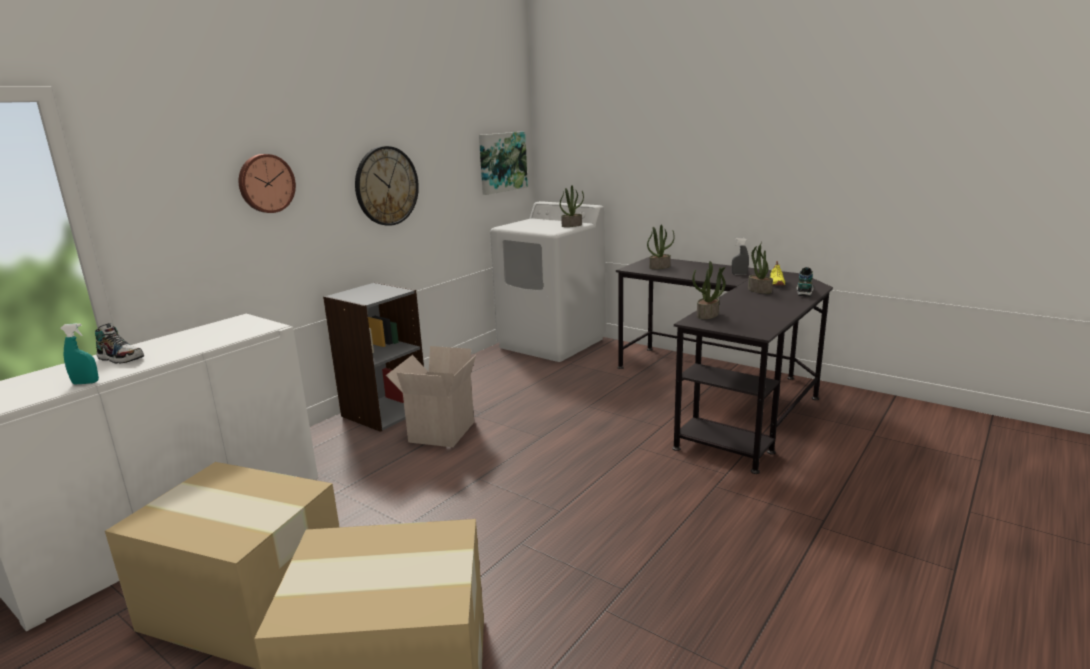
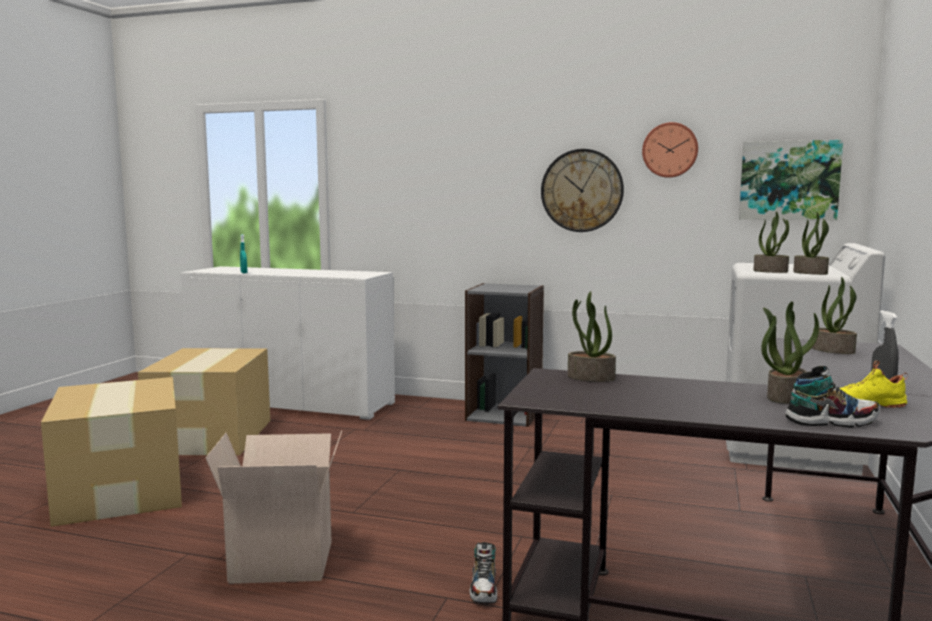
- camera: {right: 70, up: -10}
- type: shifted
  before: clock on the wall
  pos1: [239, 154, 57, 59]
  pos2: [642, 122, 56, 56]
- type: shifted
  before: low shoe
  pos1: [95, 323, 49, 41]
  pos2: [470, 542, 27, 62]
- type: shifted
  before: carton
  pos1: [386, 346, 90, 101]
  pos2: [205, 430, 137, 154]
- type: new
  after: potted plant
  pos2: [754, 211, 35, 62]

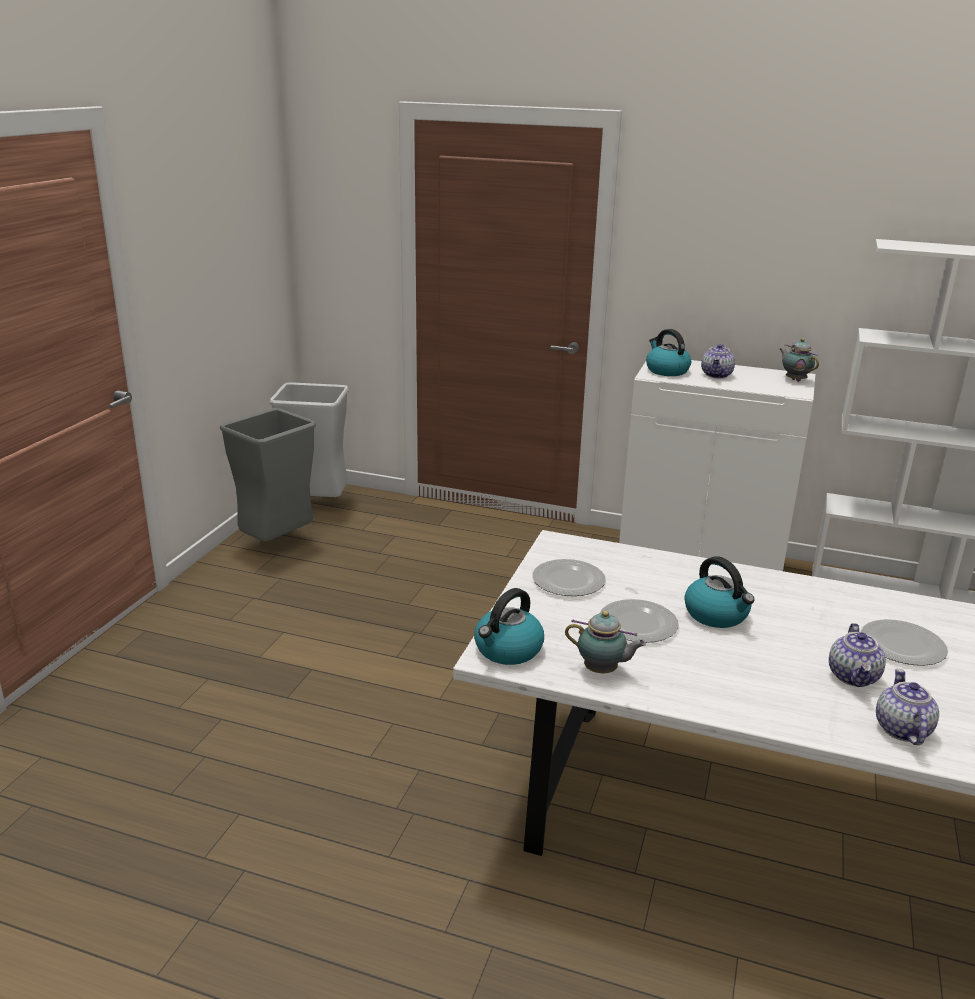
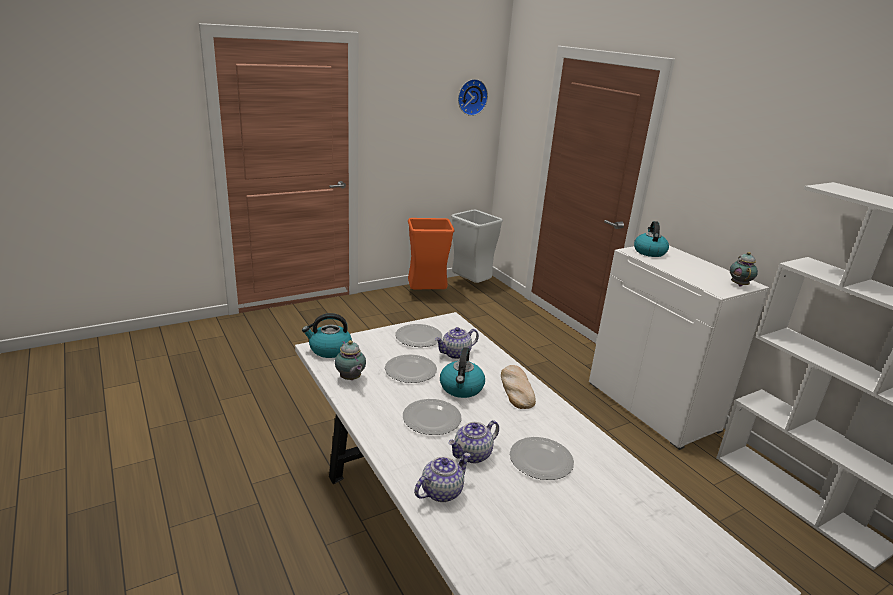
- camera: {right: 40, up: 0}
- type: shifted
  before: pot for tea
  pos1: [701, 344, 34, 35]
  pos2: [435, 327, 44, 32]
- type: repainted
  before: gray rubbish bin
  after: orange-coloured rubbish bin
  pos1: [220, 408, 96, 133]
  pos2: [408, 218, 47, 71]
- type: new
  after: clock on the wall
  pos2: [458, 79, 30, 37]
- type: new
  after: bakery bread
  pos2: [501, 365, 35, 44]
- type: new
  after: plate
  pos2: [403, 399, 59, 36]

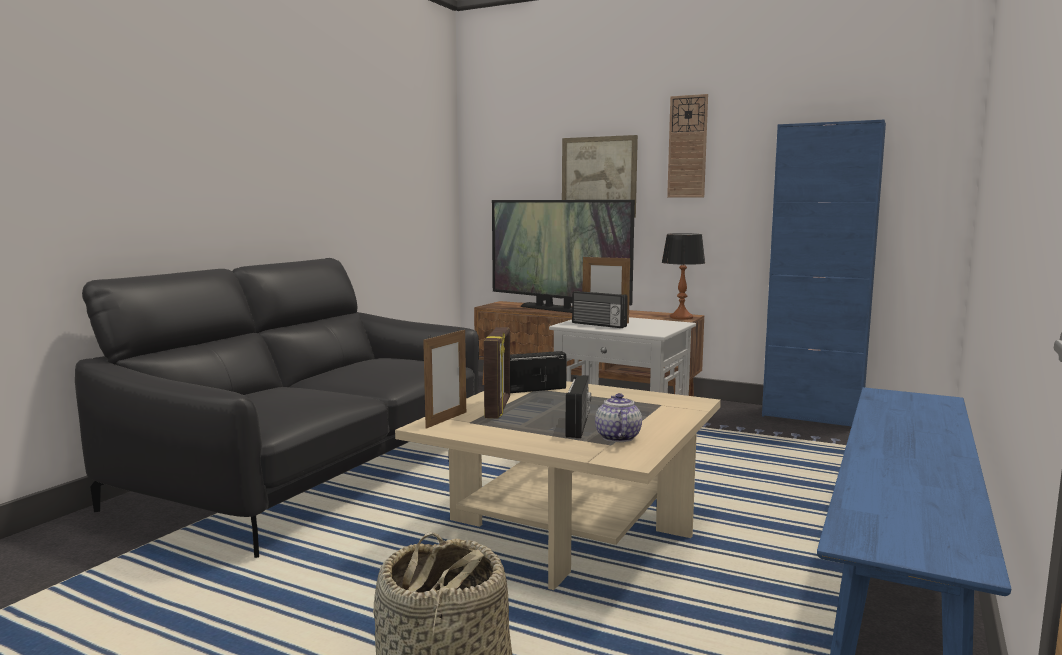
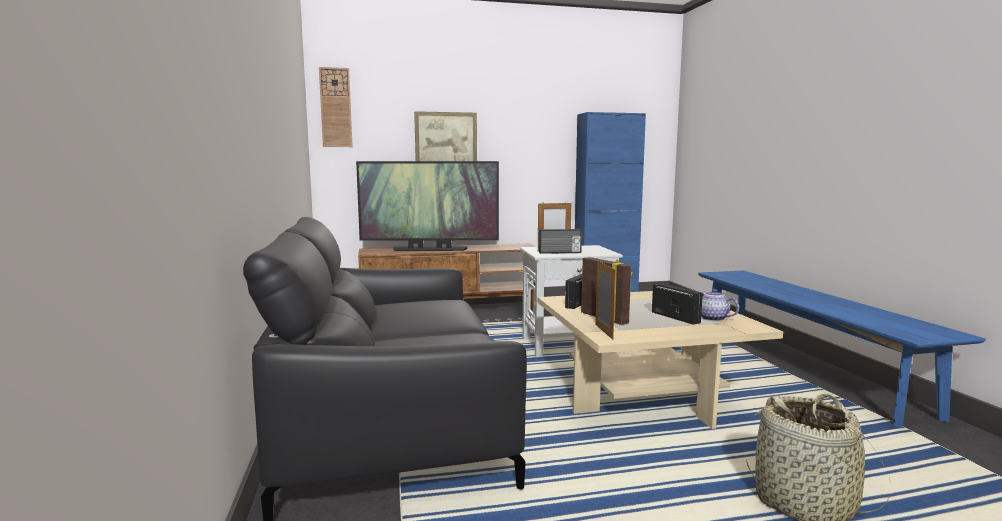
- camera: {right: -40, up: 0}
- type: shifted
  before: clock on the wall
  pos1: [667, 94, 41, 104]
  pos2: [319, 67, 34, 80]
- type: gone
  before: tabletop lamp
  pos1: [662, 233, 43, 87]

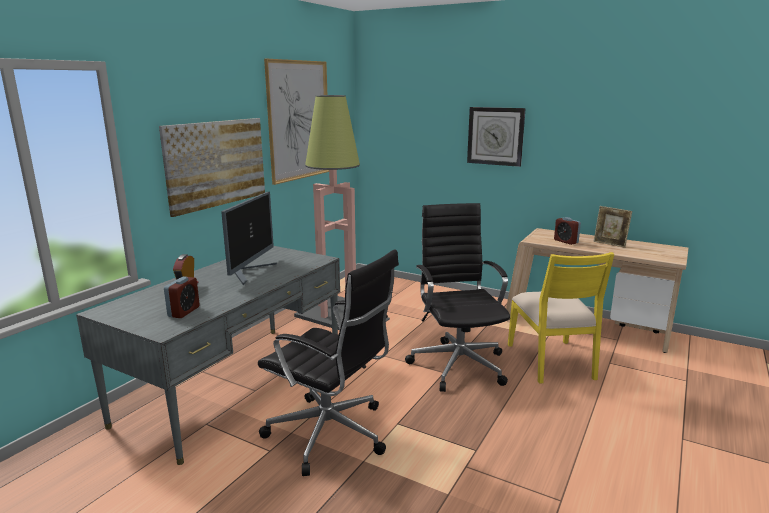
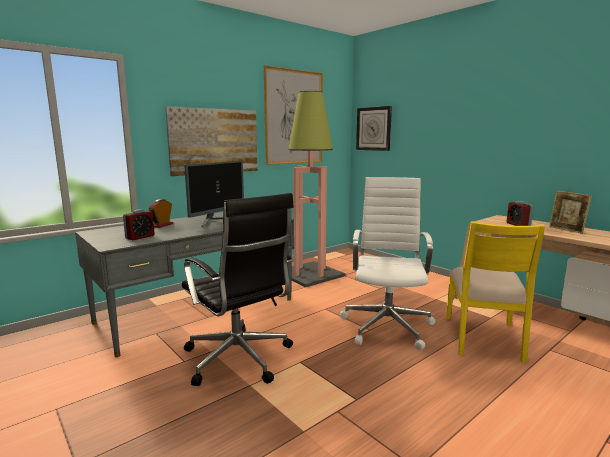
- camera: {right: 20, up: -5}
- type: shifted
  before: clock on the wall
  pos1: [467, 107, 59, 60]
  pos2: [356, 106, 36, 45]
- type: repainted
  before: black computer chair
  after: whitish computer chair
  pos1: [405, 203, 105, 189]
  pos2: [340, 177, 96, 173]

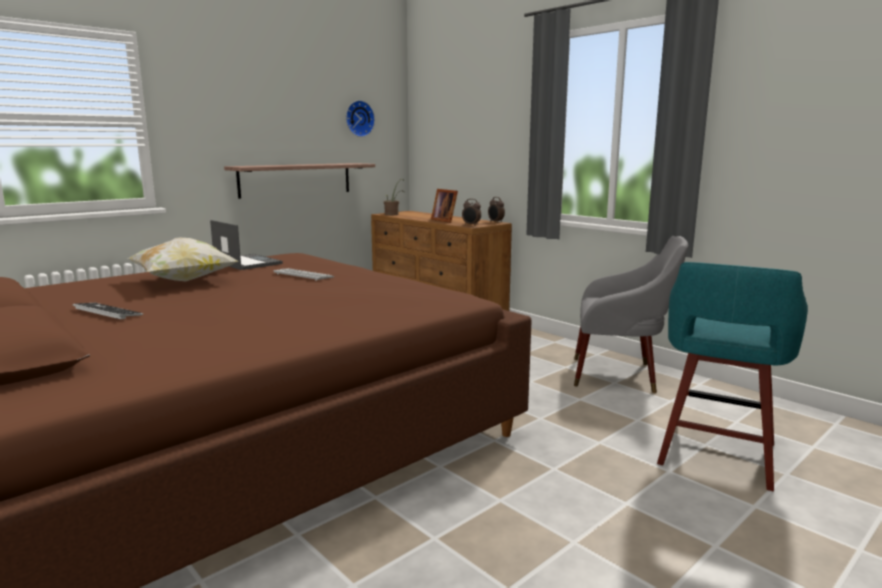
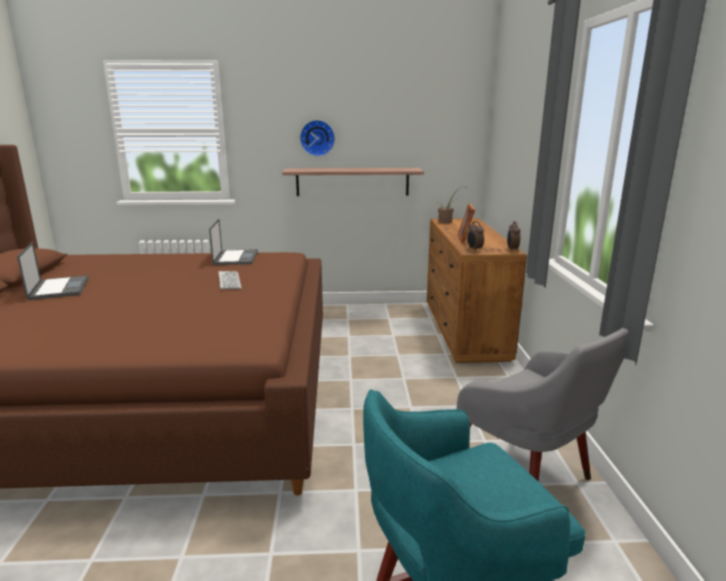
- camera: {right: 40, up: 5}
- type: shifted
  before: clock on the wall
  pos1: [346, 100, 29, 37]
  pos2: [300, 120, 35, 36]
- type: gone
  before: pillow
  pos1: [128, 238, 110, 43]
- type: swapped
  before: keyboard
  after: portable computer
  pos1: [73, 303, 70, 16]
  pos2: [17, 242, 72, 58]

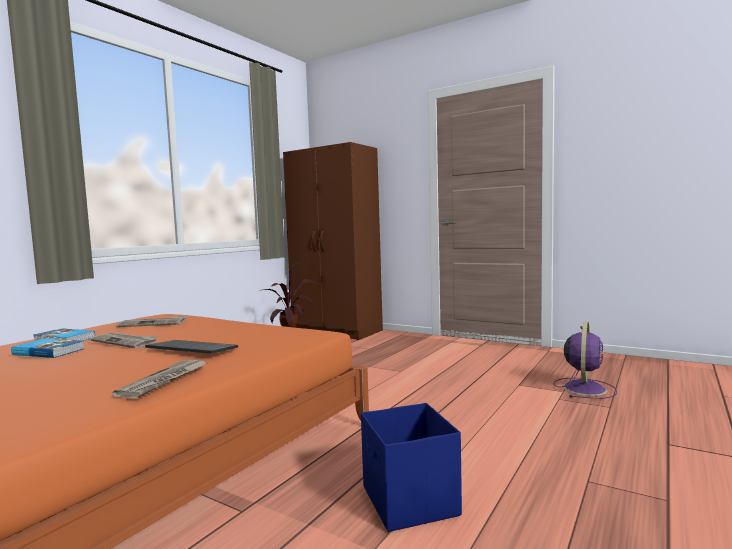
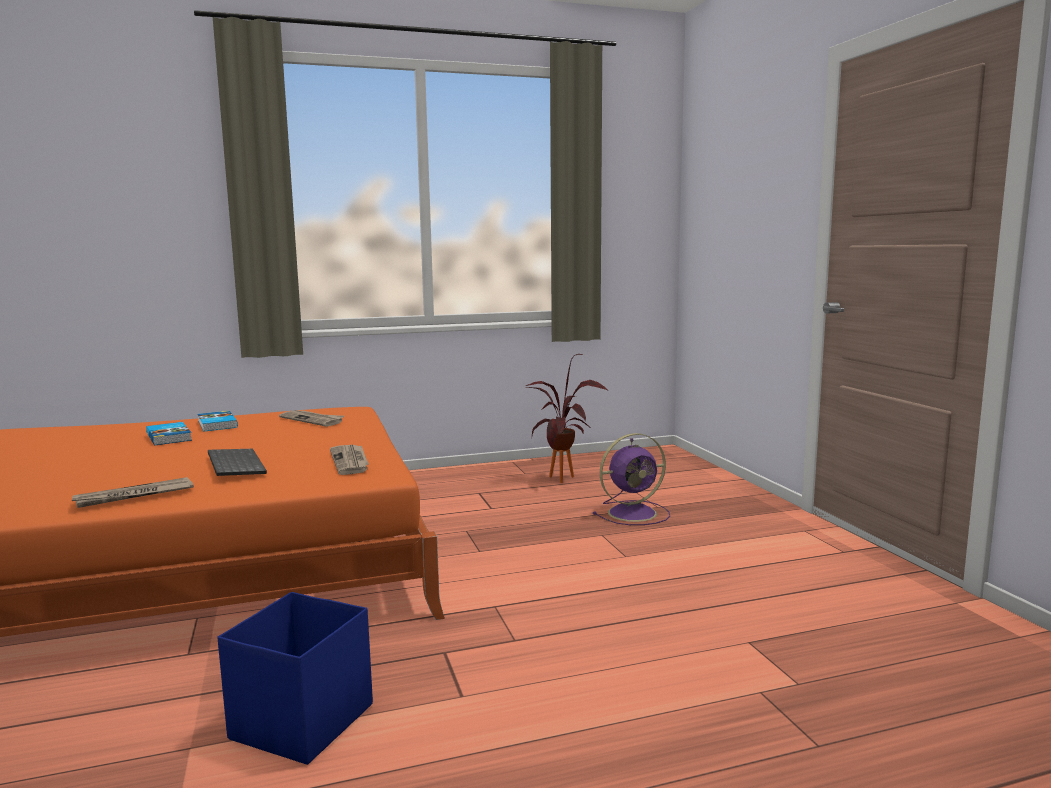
- camera: {right: 40, up: 5}
- type: gone
  before: brownish armoire
  pos1: [283, 142, 100, 198]
- type: shifted
  before: purplish fan
  pos1: [553, 321, 64, 78]
  pos2: [592, 433, 78, 92]
- type: shifted
  before: newspaper
  pos1: [91, 333, 67, 16]
  pos2: [330, 445, 39, 30]

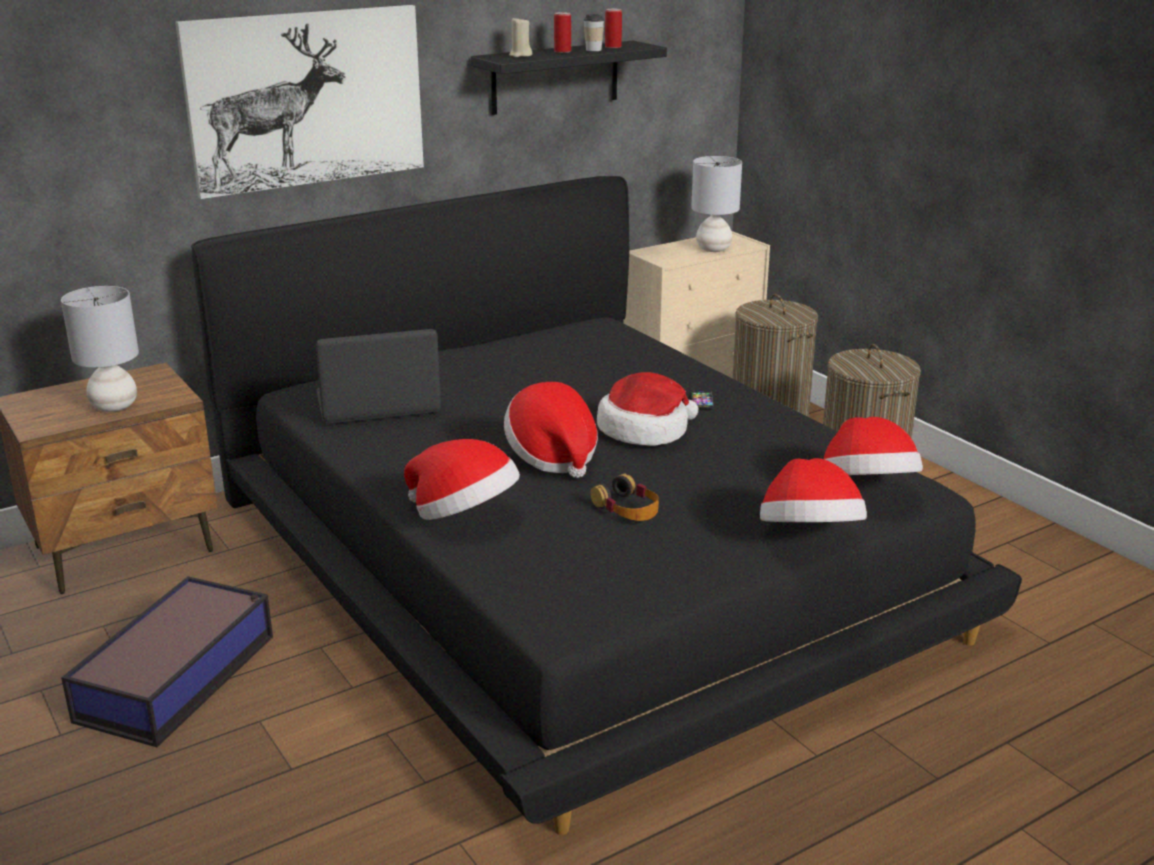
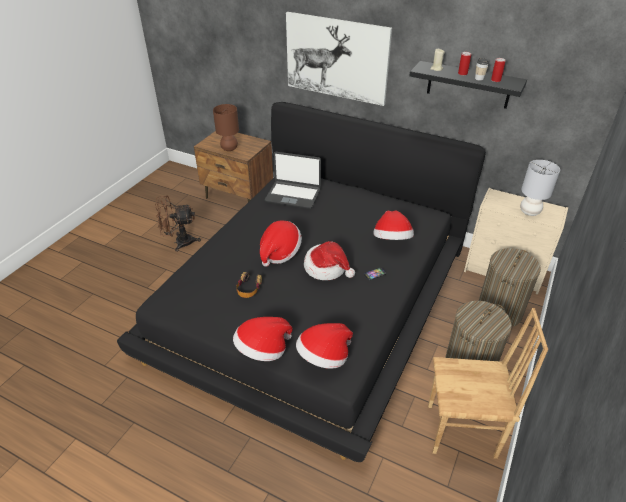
- camera: {right: 60, up: 15}
- type: repainted
  before: gray tabletop lamp
  after: brownish tabletop lamp
  pos1: [61, 286, 78, 126]
  pos2: [213, 104, 26, 47]
- type: rotated
  before: portable computer
  pos1: [316, 329, 125, 95]
  pos2: [265, 152, 56, 57]
  turn: 150
- type: shifted
  before: hat
  pos1: [404, 439, 116, 81]
  pos2: [373, 211, 41, 29]
- type: swapped
  before: storage box
  after: brownish fan
  pos1: [61, 576, 212, 171]
  pos2: [155, 195, 46, 57]
- type: new
  after: brownish upright chair
  pos2: [428, 308, 120, 151]

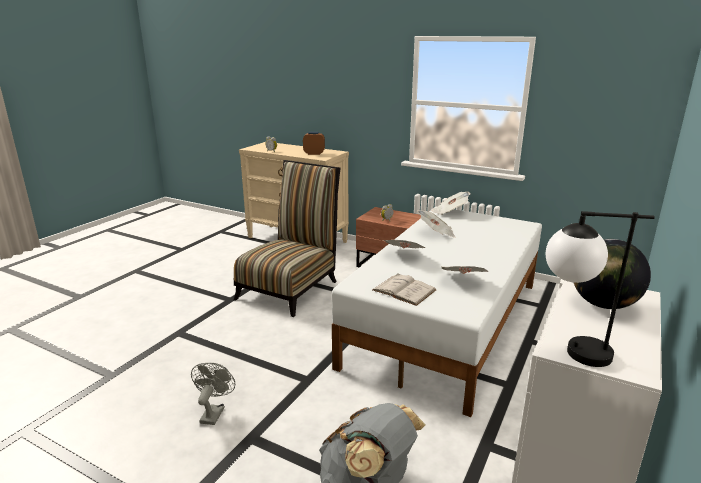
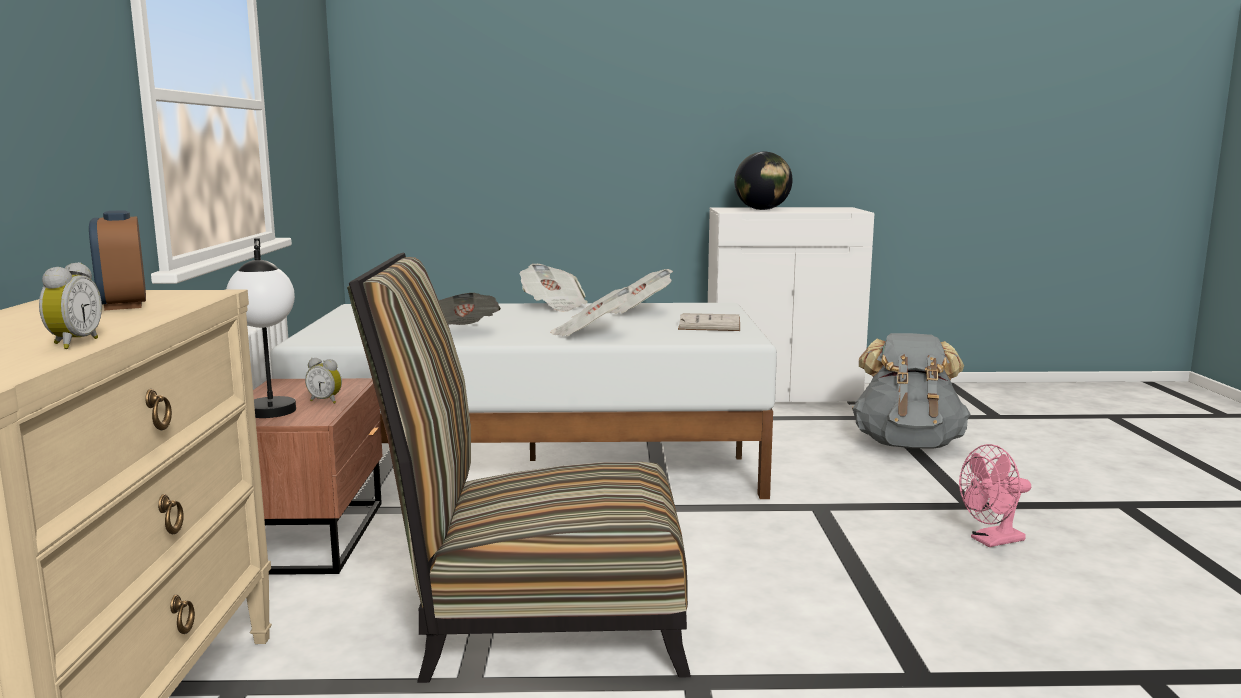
- camera: {right: -120, up: -10}
- type: shifted
  before: newspaper
  pos1: [431, 192, 40, 23]
  pos2: [520, 264, 68, 48]
- type: shifted
  before: tabletop lamp
  pos1: [546, 211, 109, 156]
  pos2: [226, 238, 70, 180]
- type: repainted
  before: gray fan
  after: pink-coloured fan
  pos1: [191, 363, 44, 62]
  pos2: [959, 444, 72, 103]

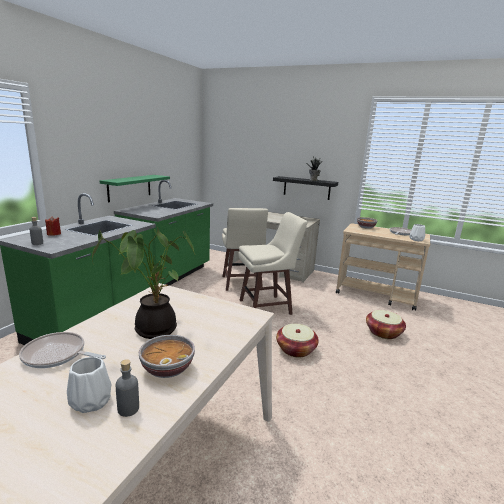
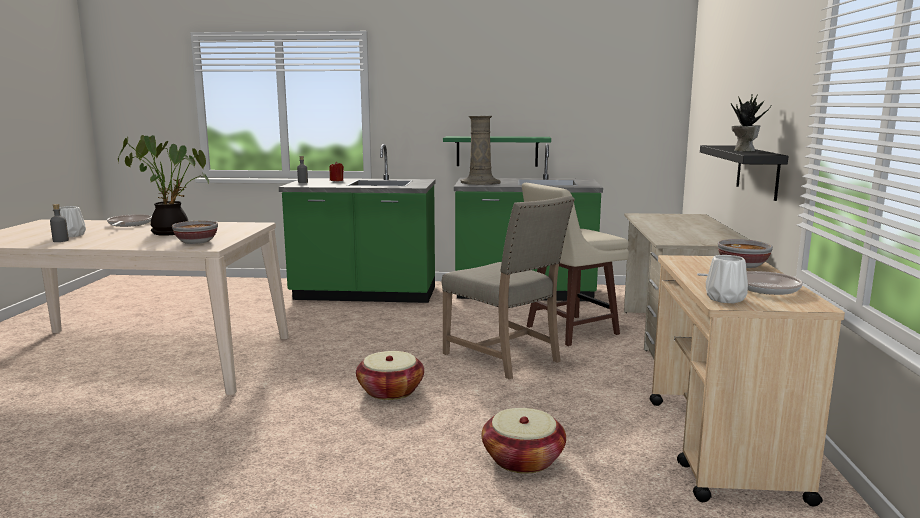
- camera: {right: 70, up: -5}
- type: swapped
  before: beige stool
  after: beige upright chair
  pos1: [238, 212, 69, 103]
  pos2: [442, 196, 133, 184]
- type: shifted
  before: deep dish
  pos1: [139, 335, 56, 43]
  pos2: [172, 220, 46, 24]
- type: new
  after: beige vase
  pos2: [461, 116, 39, 69]

